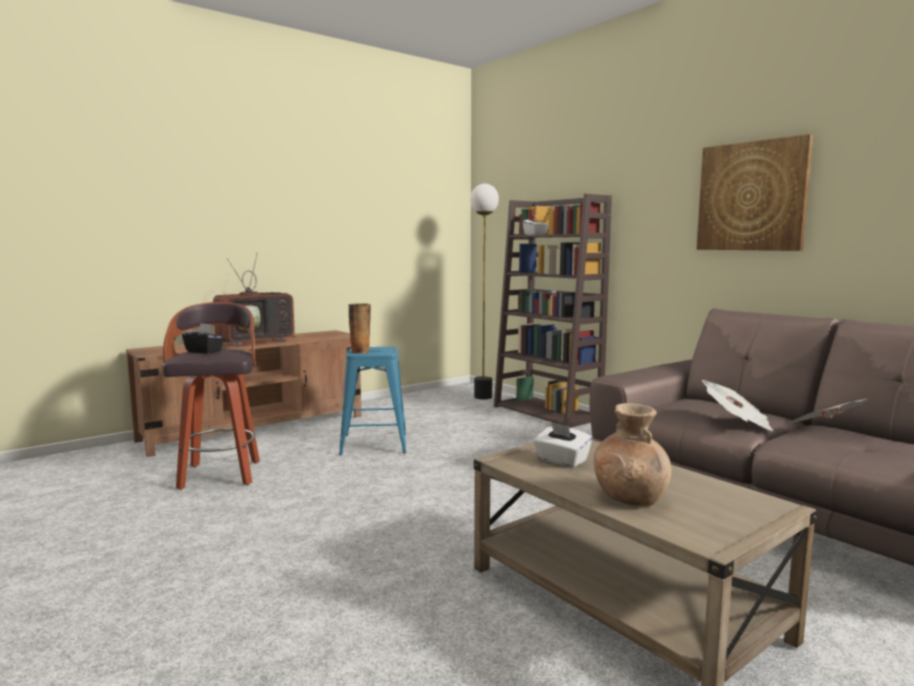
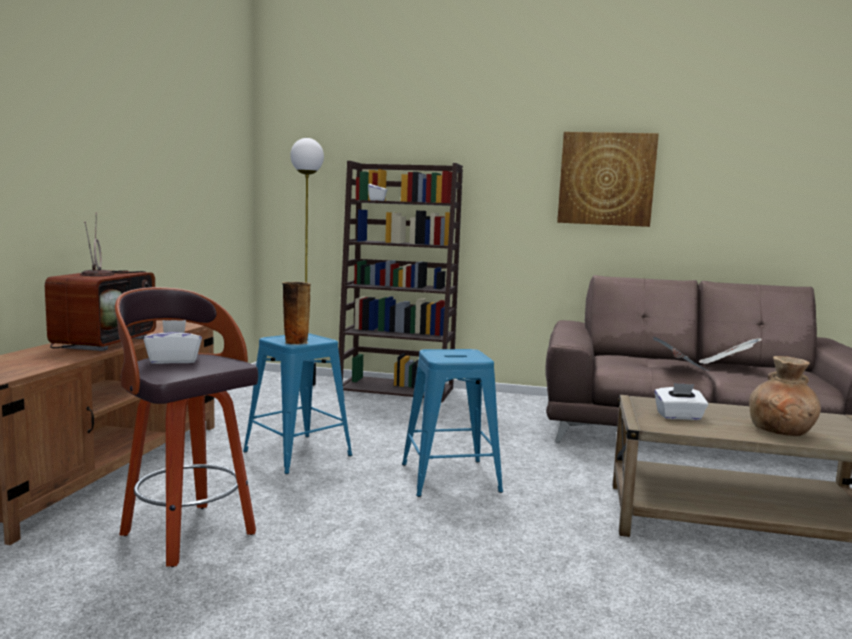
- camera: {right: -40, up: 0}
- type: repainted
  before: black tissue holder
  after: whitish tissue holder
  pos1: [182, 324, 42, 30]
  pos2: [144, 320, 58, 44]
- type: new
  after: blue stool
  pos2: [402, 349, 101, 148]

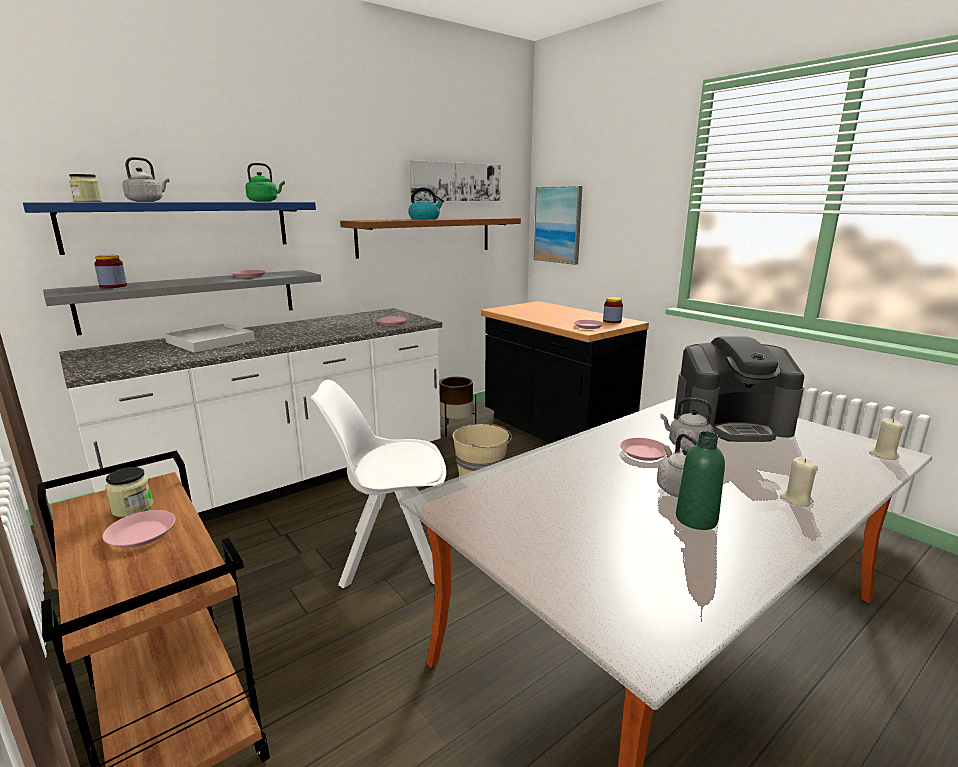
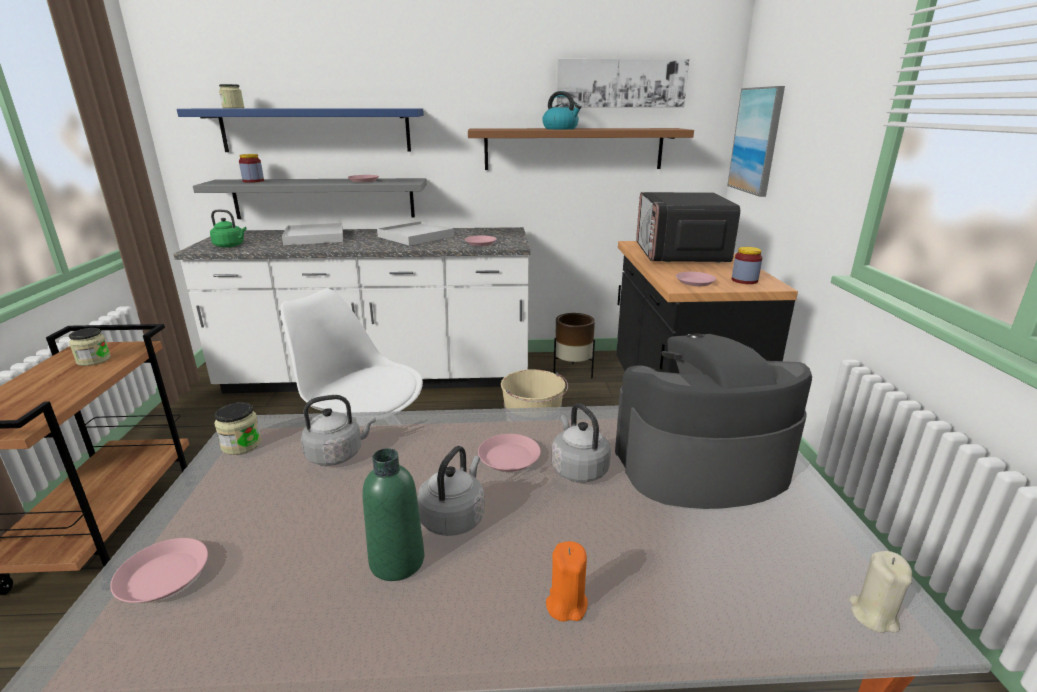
- camera: {right: 35, up: 5}
- type: shifted
  before: gray tea kettle
  pos1: [122, 157, 47, 45]
  pos2: [301, 395, 75, 71]
- type: shifted
  before: green tea kettle
  pos1: [245, 163, 40, 39]
  pos2: [210, 210, 37, 38]
- type: rotated
  before: coffee brewer
  pos1: [674, 336, 130, 106]
  pos2: [615, 334, 197, 175]
  turn: 135
- type: repainted
  before: beige wax candle
  after: orange-coloured wax candle
  pos1: [780, 457, 38, 50]
  pos2: [546, 541, 42, 80]
- type: shifted
  before: pink-coloured plate
  pos1: [103, 510, 72, 38]
  pos2: [110, 538, 98, 65]
- type: new
  after: kitchen microwave
  pos2: [636, 192, 104, 71]
- type: new
  after: whitish carrying tray
  pos2: [377, 221, 77, 25]
- type: new
  after: preserve jar
  pos2: [215, 402, 47, 53]

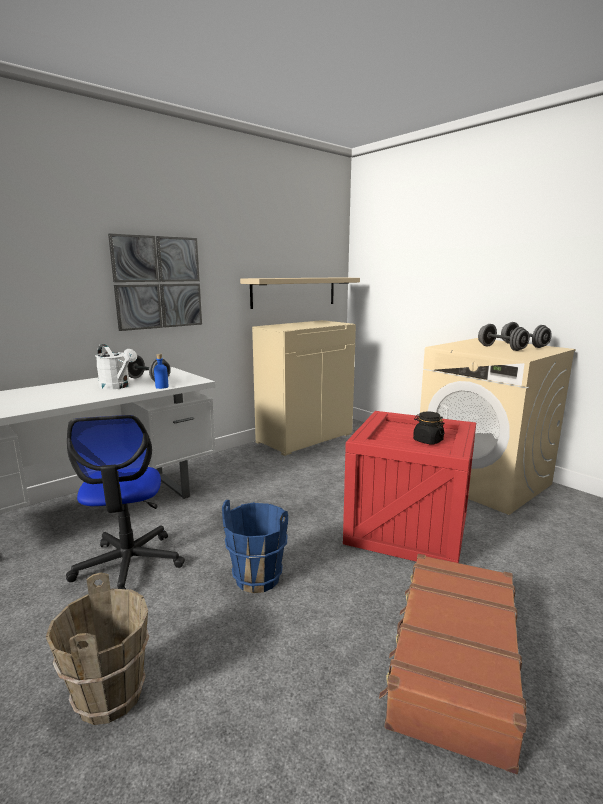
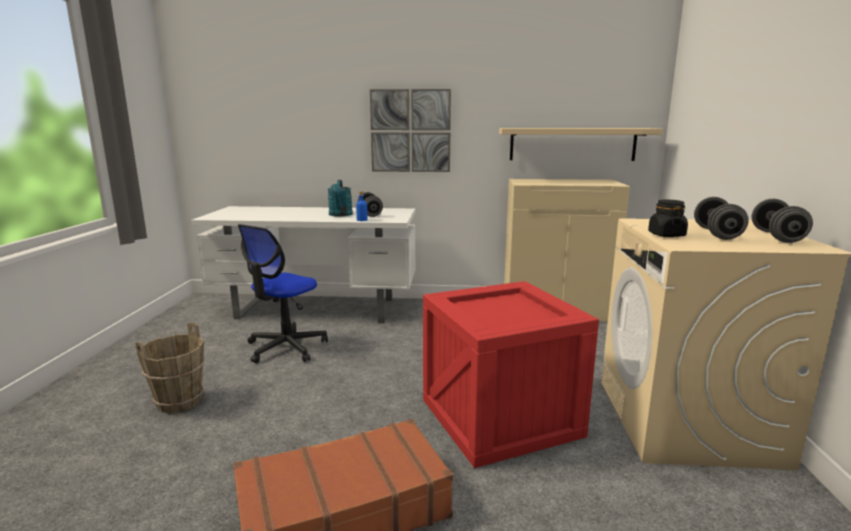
- camera: {right: 45, up: 0}
- type: repainted
  before: whitish watering pot
  after: turquoise-coloured watering pot
  pos1: [95, 344, 42, 45]
  pos2: [327, 180, 26, 37]
- type: shifted
  before: black preserve jar
  pos1: [413, 412, 32, 33]
  pos2: [648, 199, 40, 38]
- type: gone
  before: blue bucket
  pos1: [222, 500, 66, 93]

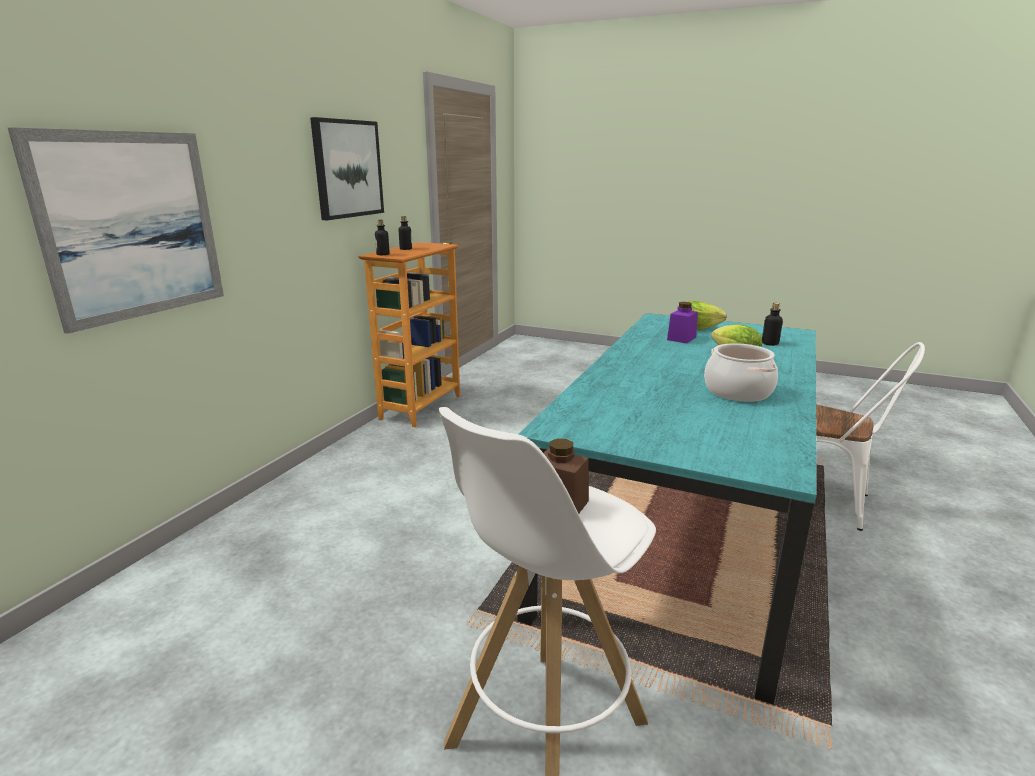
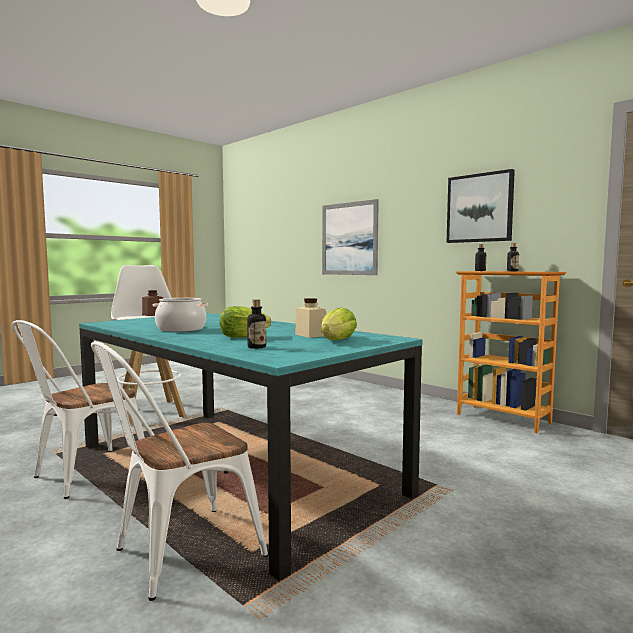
- camera: {right: 110, up: -15}
- type: repainted
  before: purplish preserve jar
  after: beige preserve jar
  pos1: [667, 302, 31, 41]
  pos2: [295, 298, 31, 40]
- type: new
  after: whitish upright chair
  pos2: [12, 320, 133, 179]

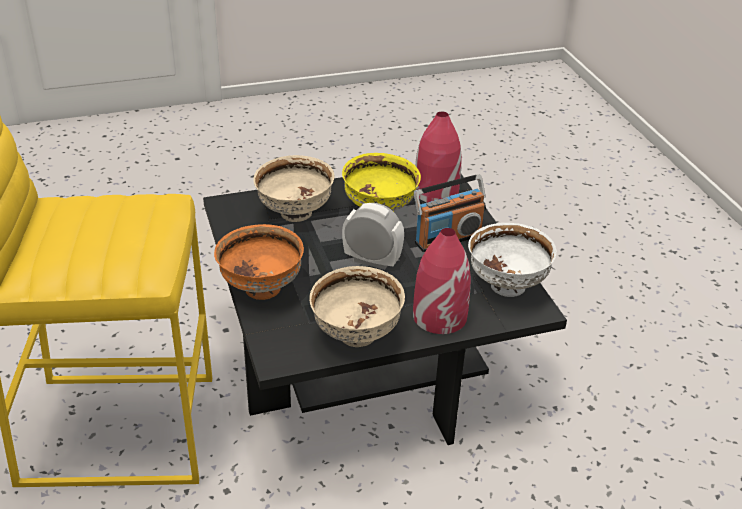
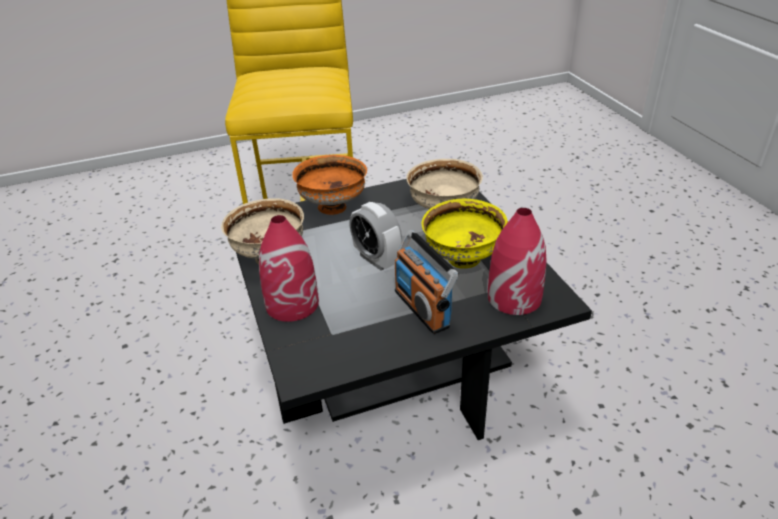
- camera: {right: 90, up: 0}
- type: rotated
  before: bedside clock
  pos1: [342, 203, 62, 67]
  pos2: [350, 202, 52, 69]
  turn: 120
- type: gone
  before: whitish deep dish
  pos1: [468, 223, 88, 74]

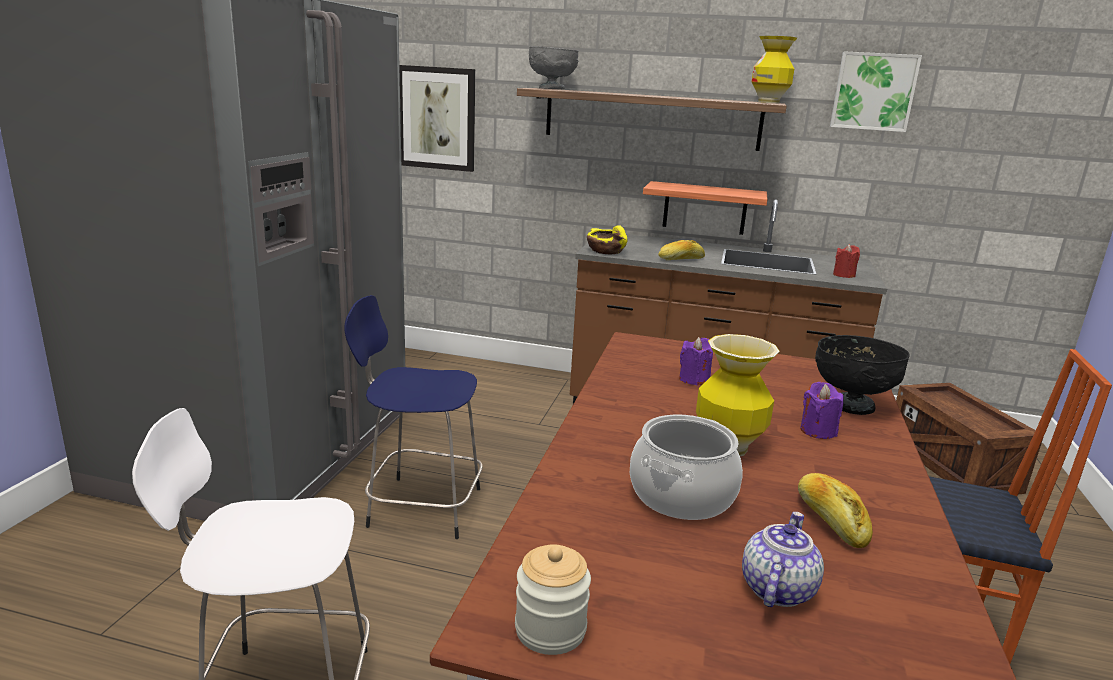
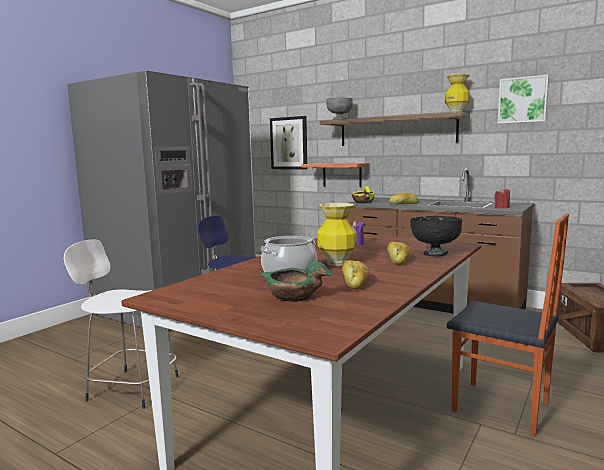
- camera: {right: 20, up: -10}
- type: shifted
  before: shelf
  pos1: [643, 181, 125, 54]
  pos2: [302, 163, 68, 24]
- type: swapped
  before: purplish wax candle
  after: bakery bread
  pos1: [800, 382, 44, 57]
  pos2: [387, 241, 23, 24]
- type: swapped
  before: pot for tea
  after: green deep dish
  pos1: [742, 512, 82, 95]
  pos2: [260, 261, 74, 41]
- type: gone
  before: preserve jar
  pos1: [515, 544, 76, 111]

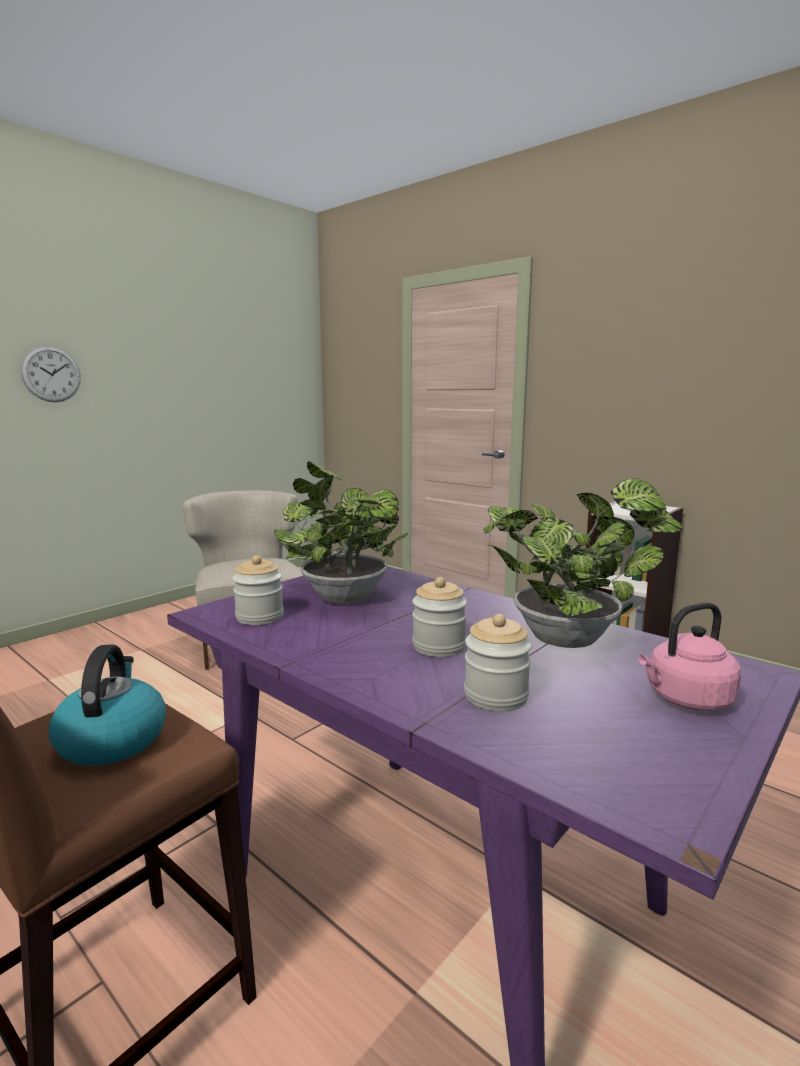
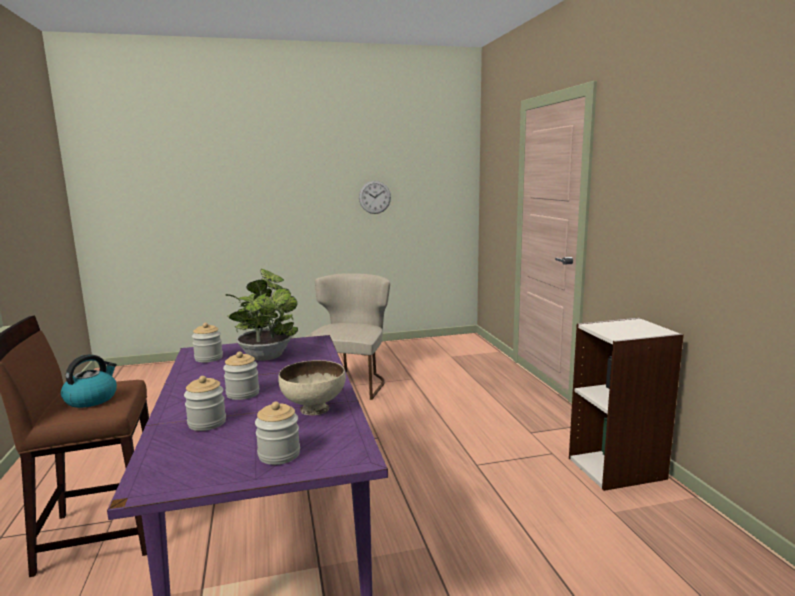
- camera: {right: 35, up: 0}
- type: shifted
  before: clock on the wall
  pos1: [21, 346, 60, 56]
  pos2: [359, 181, 32, 33]
- type: swapped
  before: potted plant
  after: beige deep dish
  pos1: [484, 478, 200, 170]
  pos2: [278, 360, 68, 55]
- type: swapped
  before: pink-coloured tea kettle
  after: preserve jar
  pos1: [638, 602, 103, 109]
  pos2: [255, 402, 45, 63]

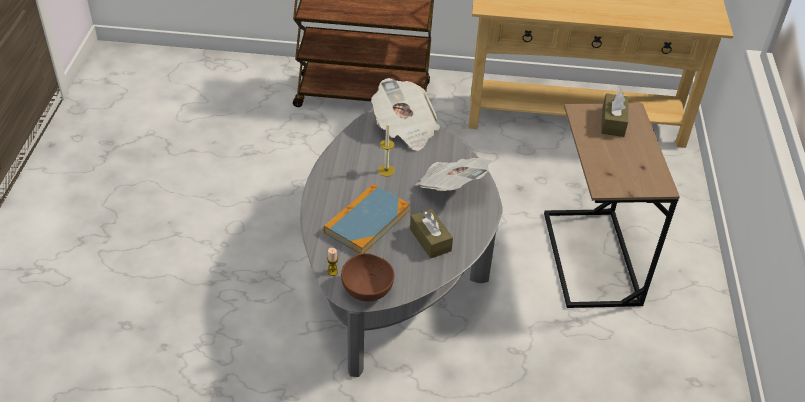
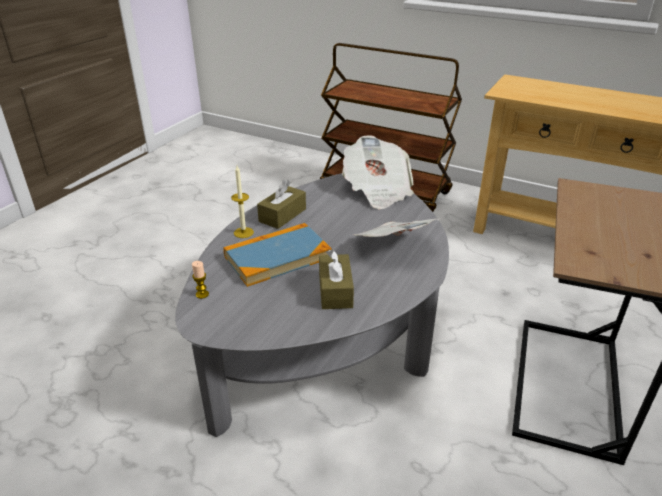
- camera: {right: 25, up: -10}
- type: shifted
  before: brownish tissue holder
  pos1: [601, 91, 28, 46]
  pos2: [257, 179, 49, 50]
- type: shifted
  before: wax candle
  pos1: [378, 122, 17, 55]
  pos2: [231, 166, 23, 72]
- type: gone
  before: brownish deep dish
  pos1: [341, 253, 53, 49]

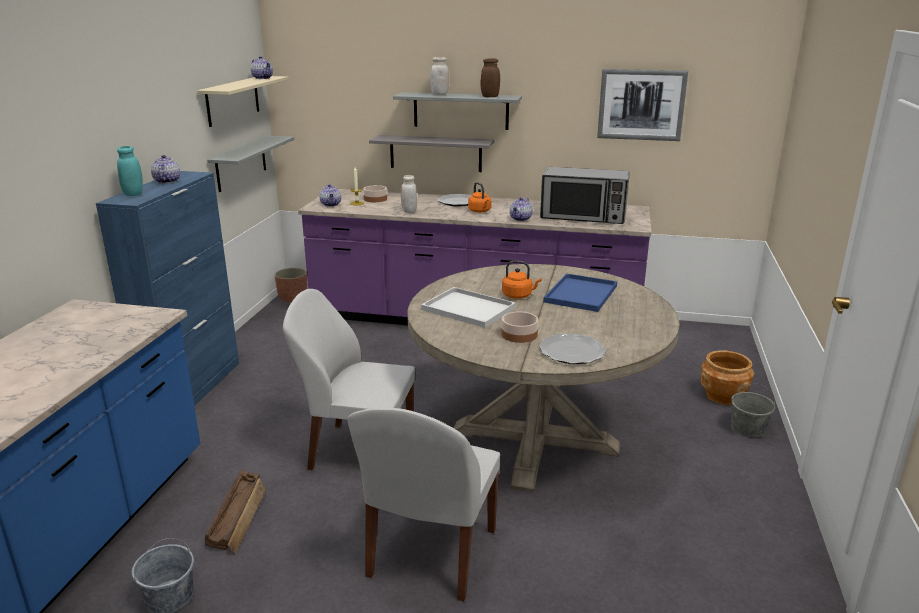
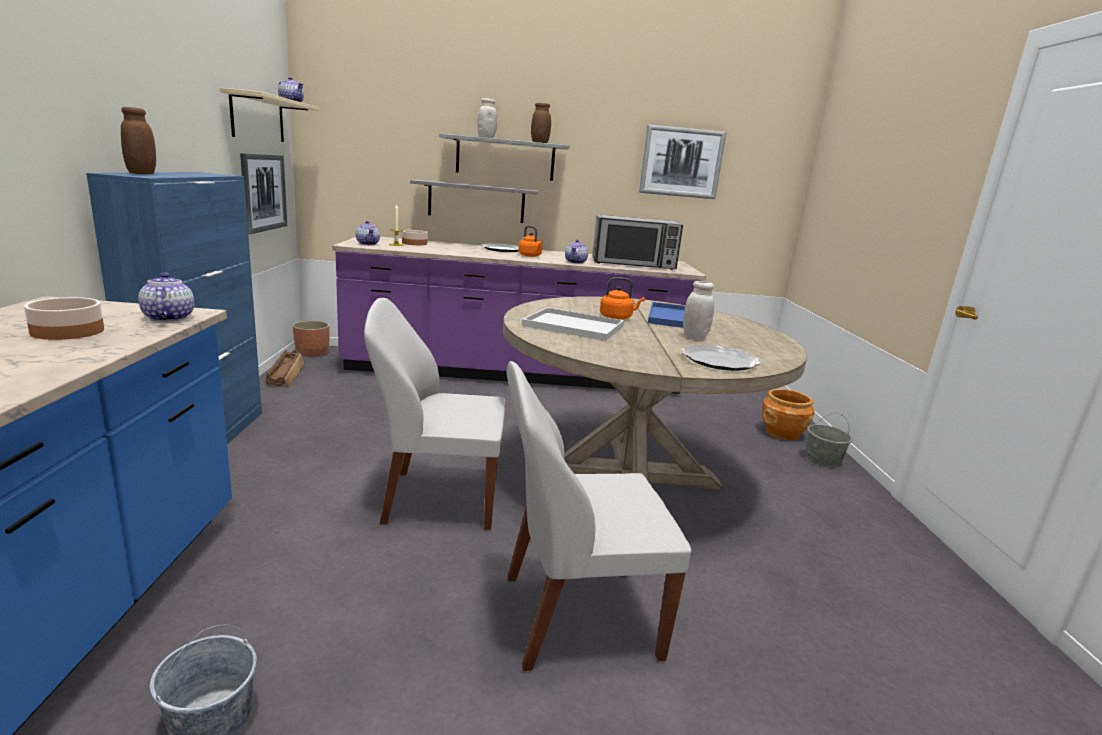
- camera: {right: -15, up: -5}
- type: swapped
  before: gray shelf
  after: wall art
  pos1: [207, 136, 87, 56]
  pos2: [240, 153, 47, 81]
- type: repainted
  before: turquoise-coloured preserve jar
  after: brownish preserve jar
  pos1: [117, 146, 26, 50]
  pos2: [121, 107, 35, 67]
- type: shifted
  before: pot for tea
  pos1: [151, 155, 29, 29]
  pos2: [138, 272, 56, 50]
- type: shifted
  before: whitish preserve jar
  pos1: [401, 175, 16, 38]
  pos2: [683, 281, 31, 59]
- type: shifted
  before: deep dish
  pos1: [501, 312, 37, 31]
  pos2: [24, 297, 80, 43]
- type: rotated
  before: whitish upright chair
  pos1: [347, 408, 153, 194]
  pos2: [507, 361, 185, 310]
  turn: 75
- type: shifted
  before: crate
  pos1: [205, 469, 62, 85]
  pos2: [266, 350, 39, 38]

